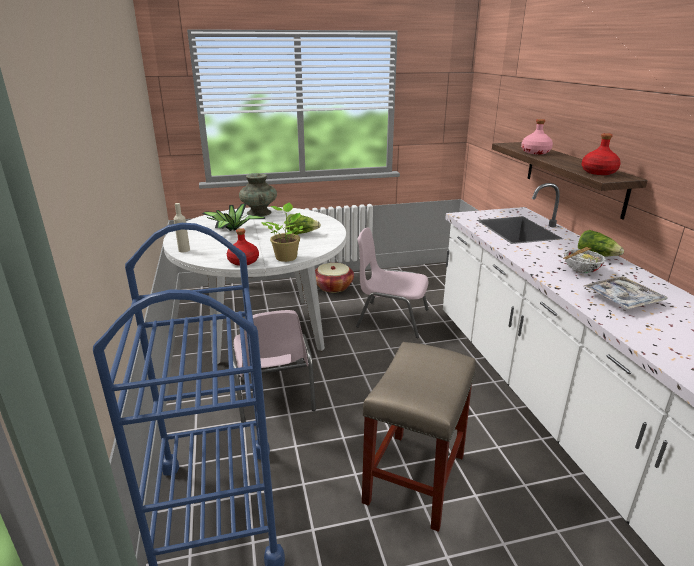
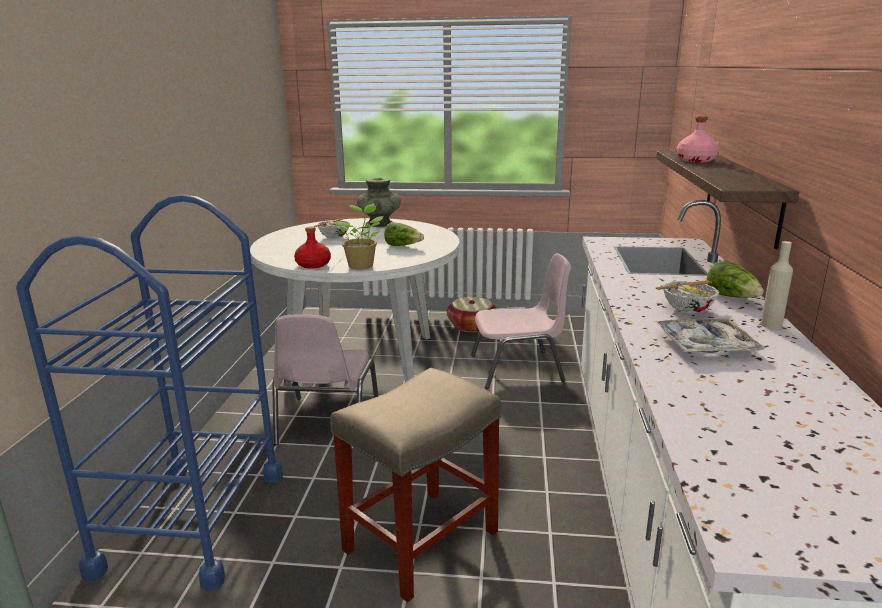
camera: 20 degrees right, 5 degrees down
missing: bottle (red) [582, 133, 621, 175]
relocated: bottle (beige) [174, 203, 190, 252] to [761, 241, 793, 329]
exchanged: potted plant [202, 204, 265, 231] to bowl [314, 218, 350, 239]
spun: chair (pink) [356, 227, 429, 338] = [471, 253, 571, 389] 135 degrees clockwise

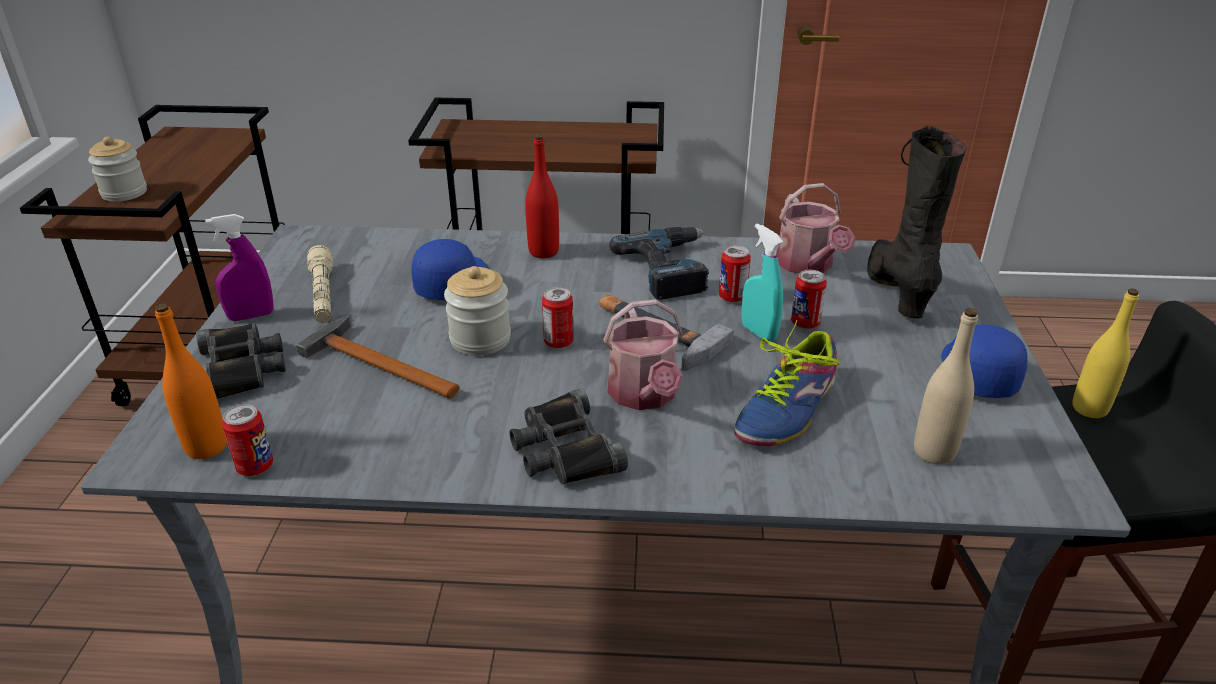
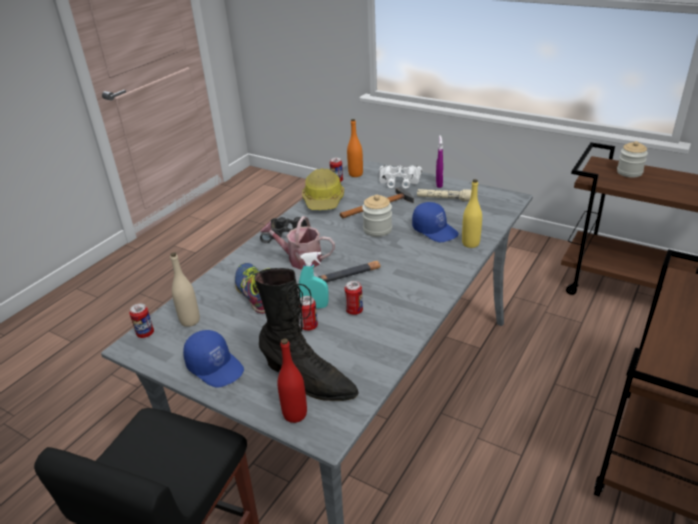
camera: 120 degrees right, 0 degrees up
missing: watering can [776, 183, 855, 274]; power drill [609, 227, 709, 300]
appeared: hard hat [302, 168, 344, 210]
relocated: bottle (red) [525, 135, 559, 258] to [277, 338, 307, 423]; can [542, 287, 574, 348] to [129, 304, 154, 338]; bottle (yellow) [1073, 289, 1139, 418] to [462, 179, 482, 248]
colour: binoculars (black) [196, 323, 286, 399] to binoculars (white) [379, 165, 422, 189]

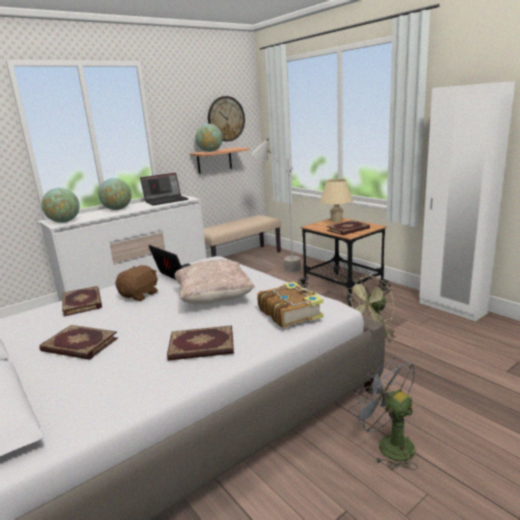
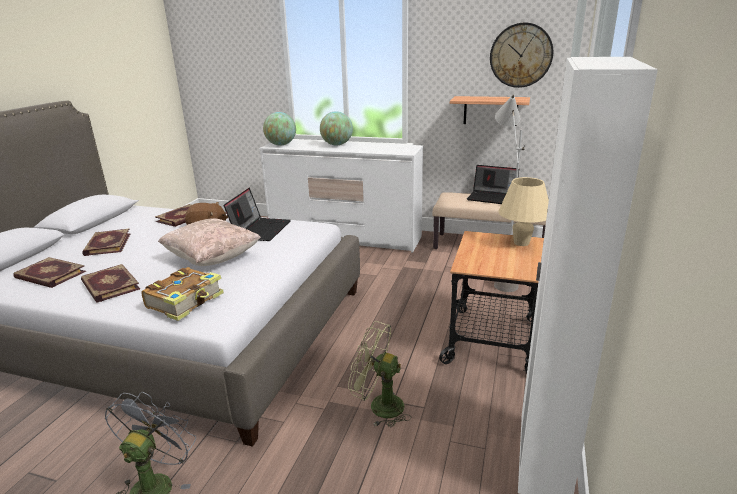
camera: 55 degrees right, 5 degrees up
missing: globe [195, 124, 223, 152]
relocated: laptop [140, 173, 189, 205] to [467, 165, 519, 204]; book [326, 220, 370, 235] to [14, 257, 86, 288]

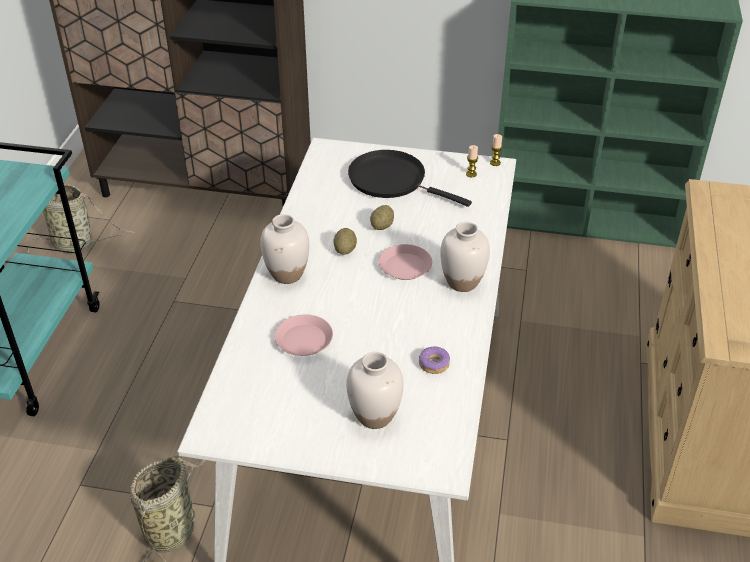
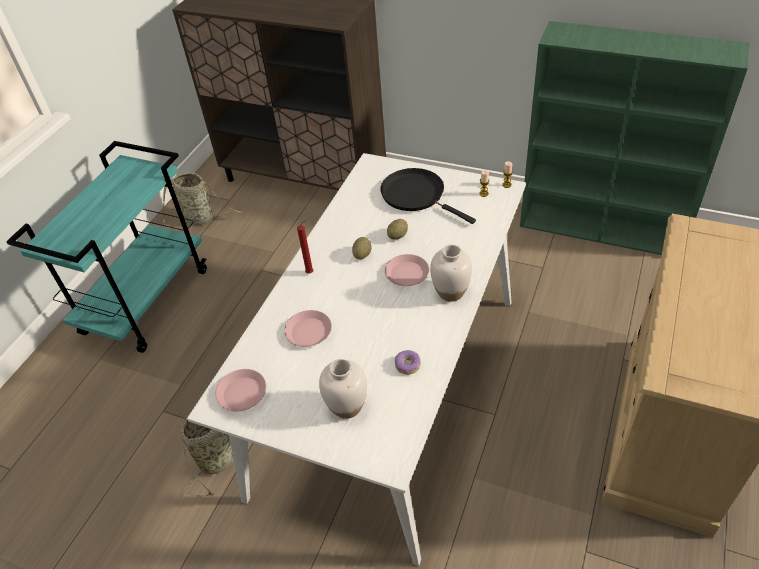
camera: 15 degrees right, 5 degrees up
appeared: plate (pink) [215, 369, 266, 411]
exchanged: vase (white) [260, 214, 309, 284] to candle (red) [297, 220, 314, 274]

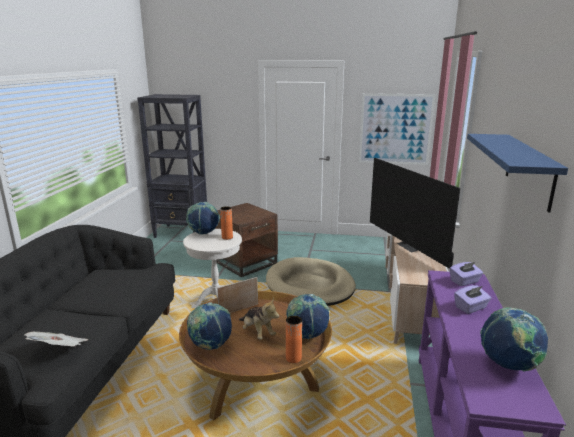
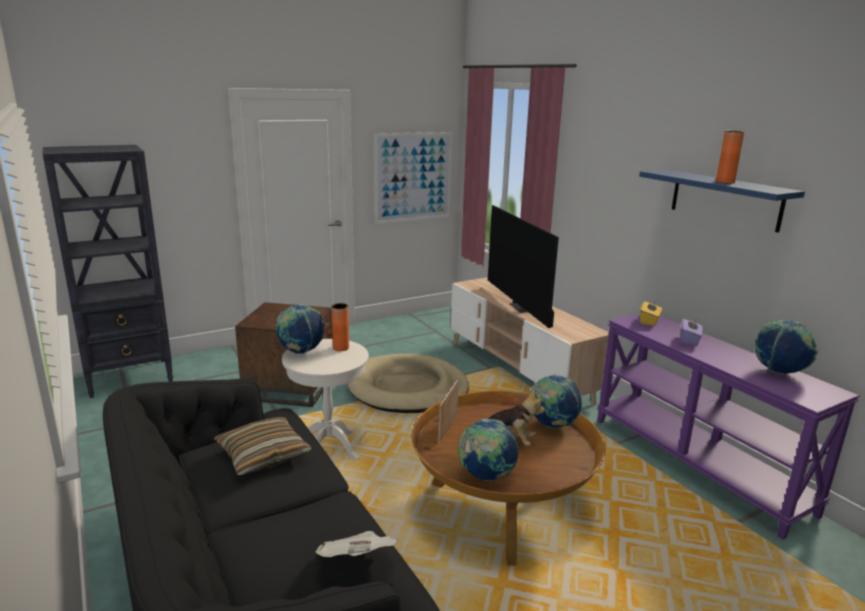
camera: 40 degrees left, 0 degrees up
appeared: pillow [214, 417, 312, 475]
relocated: vase (orange) [286, 316, 302, 363] to [716, 131, 744, 184]
colour: tissue box (purple) [450, 262, 483, 286] to tissue box (yellow) [640, 301, 662, 326]
spun: television [370, 158, 460, 268] = [488, 205, 559, 328] 45 degrees clockwise

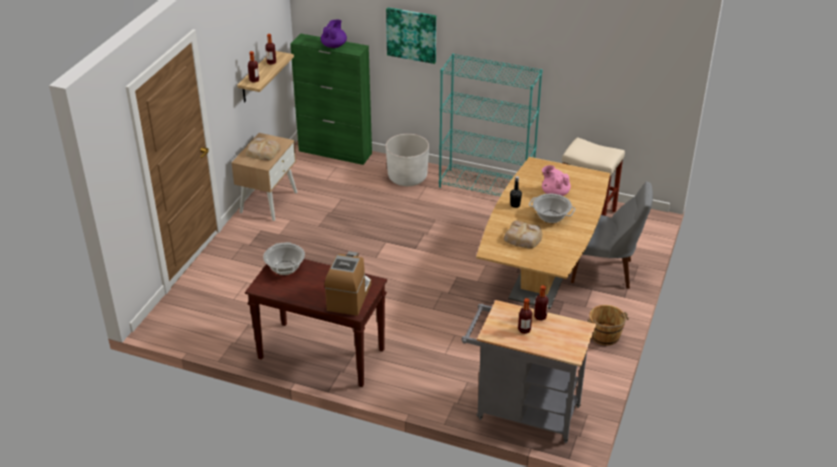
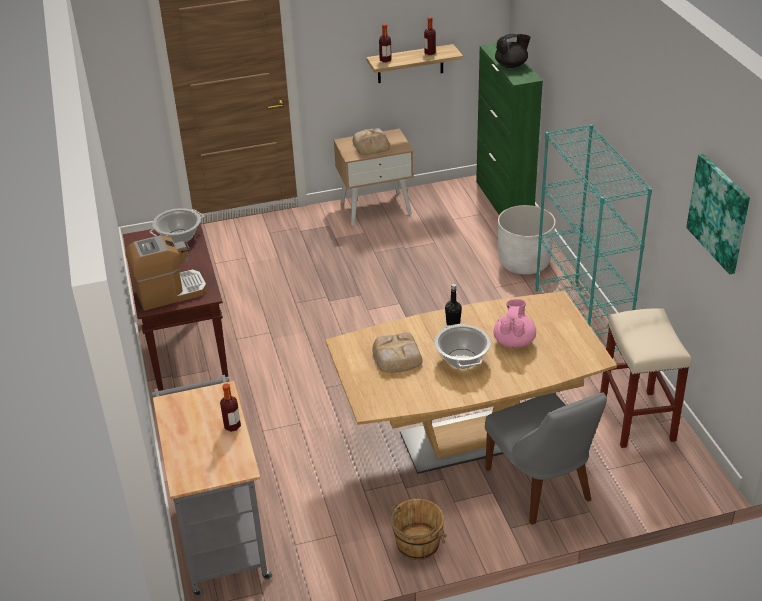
camera: 55 degrees right, 0 degrees up
missing: bottle [518, 298, 532, 334]
relocated: picture [386, 7, 436, 64] to [686, 154, 750, 274]
colour: teapot (purple) [321, 20, 347, 48] to teapot (black) [495, 34, 531, 68]

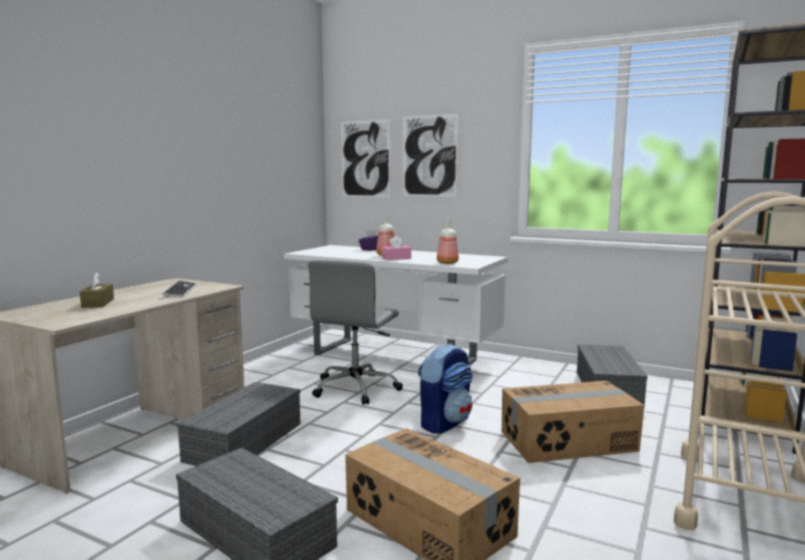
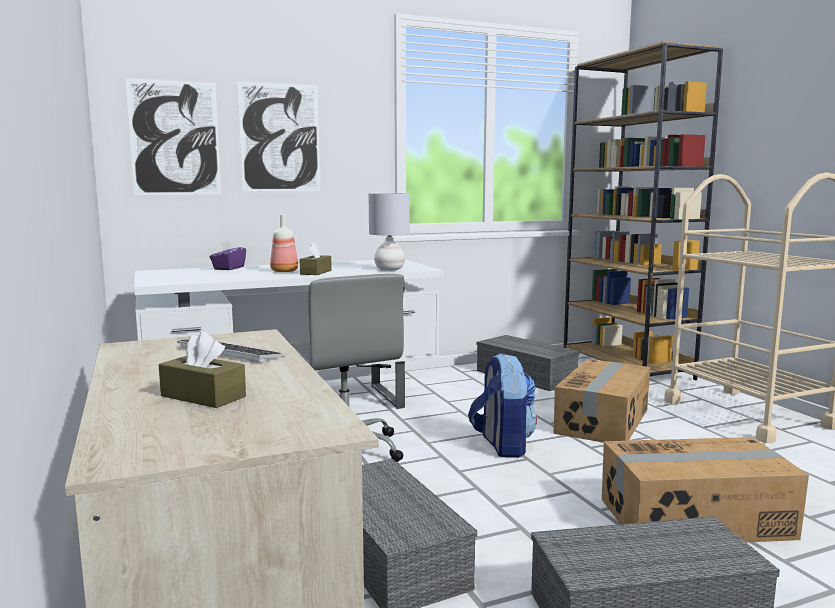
camera: 50 degrees left, 0 degrees up
exchanged: bottle [437, 218, 459, 264] to table lamp (grey) [368, 193, 410, 271]
colour: tissue box (pink) [382, 236, 411, 260] to tissue box (brown) [300, 243, 332, 275]

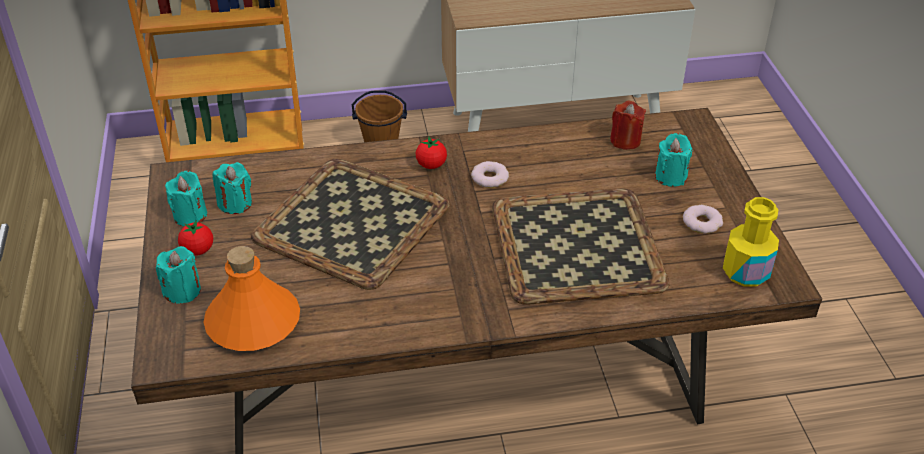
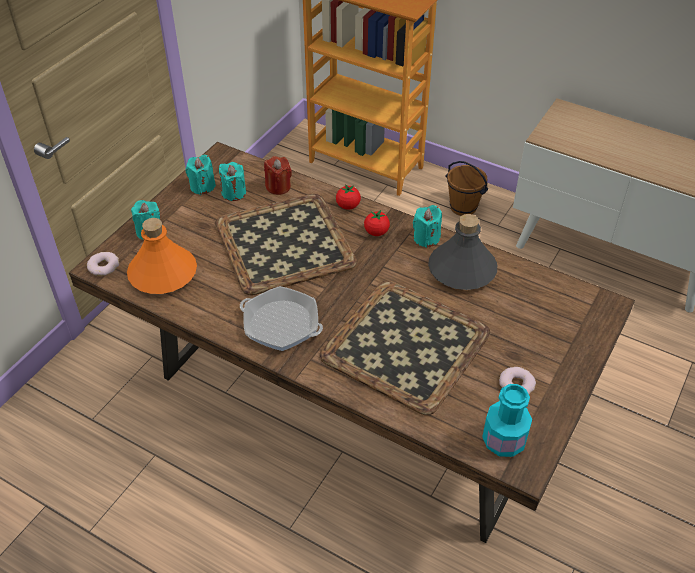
camera: 40 degrees right, 5 degrees up
appeared: bottle (grey) [428, 214, 497, 290]; frying pan [240, 286, 323, 351]
relocated: candle (red) [610, 101, 646, 150] to [264, 156, 292, 195]; candle (turquoise) [655, 133, 692, 187] to [413, 205, 442, 248]; donut [471, 161, 509, 188] to [87, 252, 119, 276]; tomato [178, 220, 213, 256] to [336, 184, 361, 210]
colour: bottle (yellow) [723, 197, 779, 287] to bottle (turquoise) [482, 384, 532, 457]

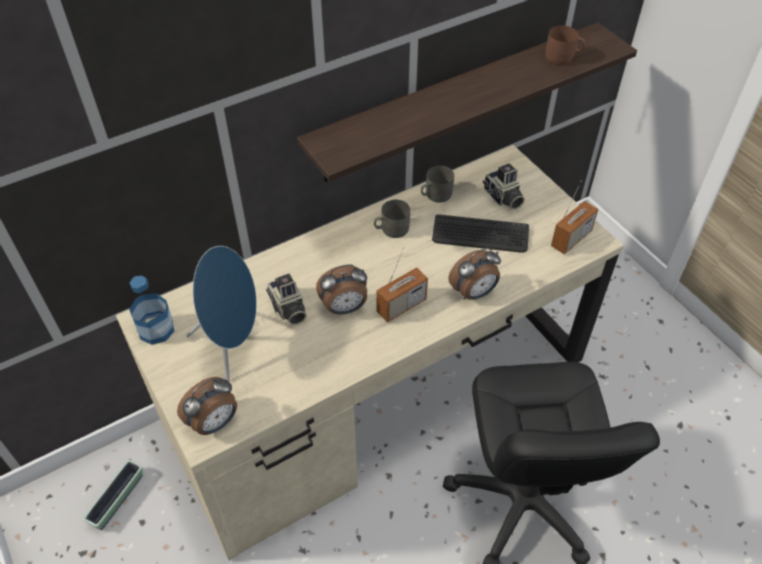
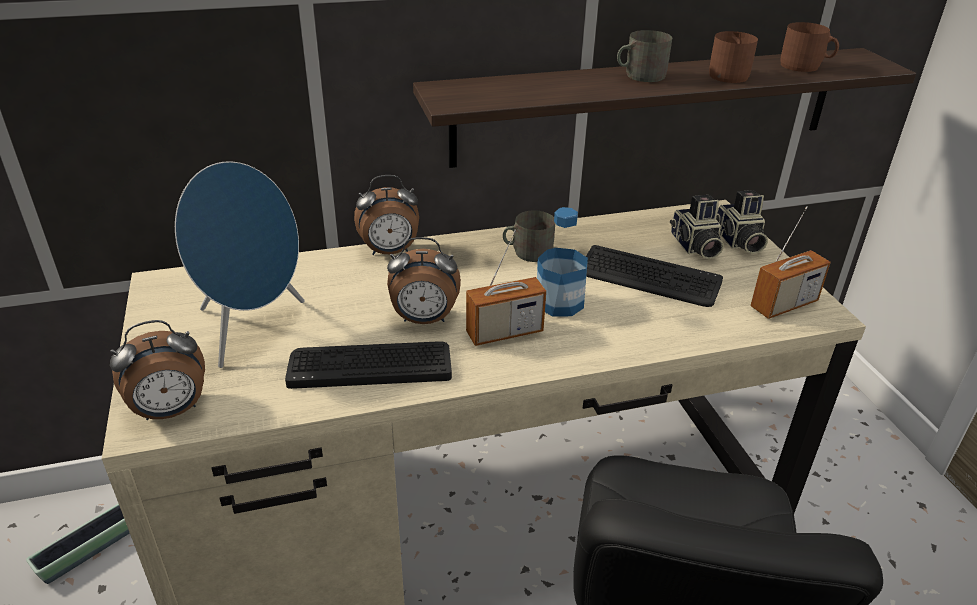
camera: 15 degrees right, 15 degrees down
appeared: mug (brown) [709, 31, 758, 83]; keyboard [285, 341, 452, 389]
relocated: mug (grey) [421, 165, 454, 203] to [617, 30, 672, 82]; alarm clock [448, 248, 501, 300] to [354, 175, 419, 255]; photo camera [266, 274, 307, 325] to [716, 190, 768, 254]; bottle [129, 276, 174, 345] to [537, 207, 588, 316]

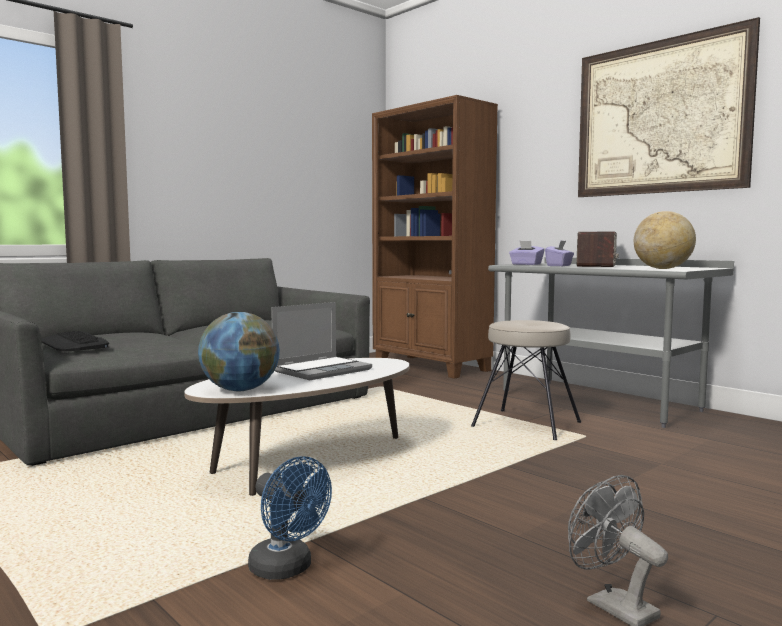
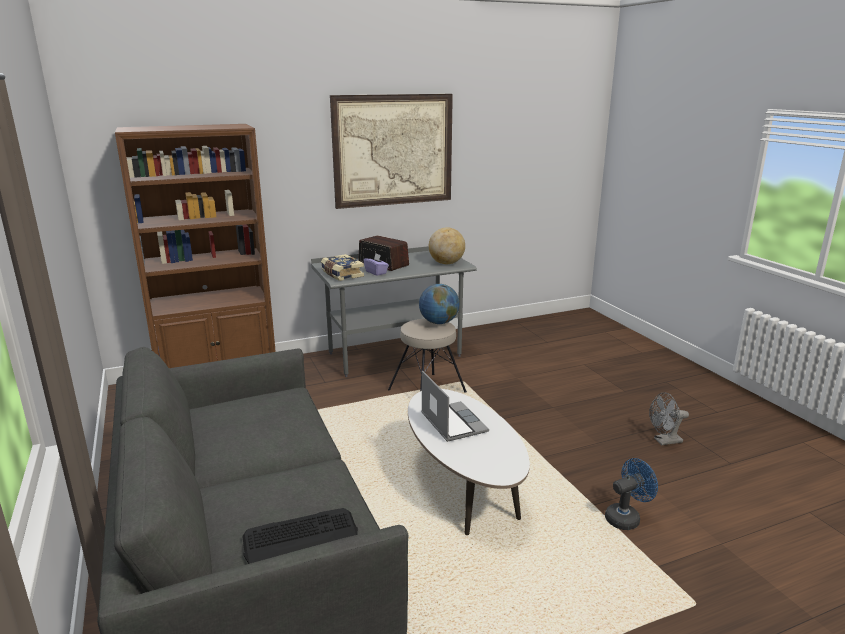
camera: 70 degrees left, 15 degrees up
relocated: globe [198, 312, 280, 391] to [419, 284, 460, 324]
exchanged: tissue box (purple) [509, 241, 544, 265] to book [321, 254, 364, 281]

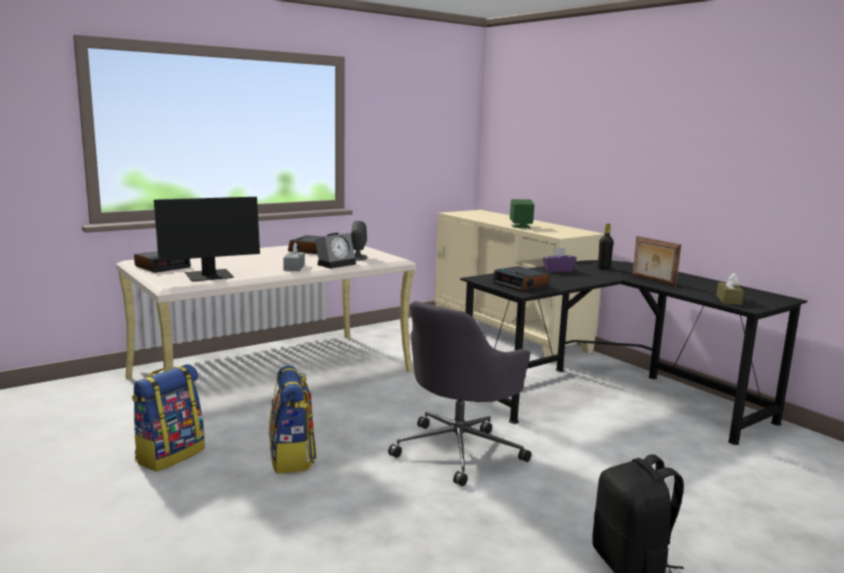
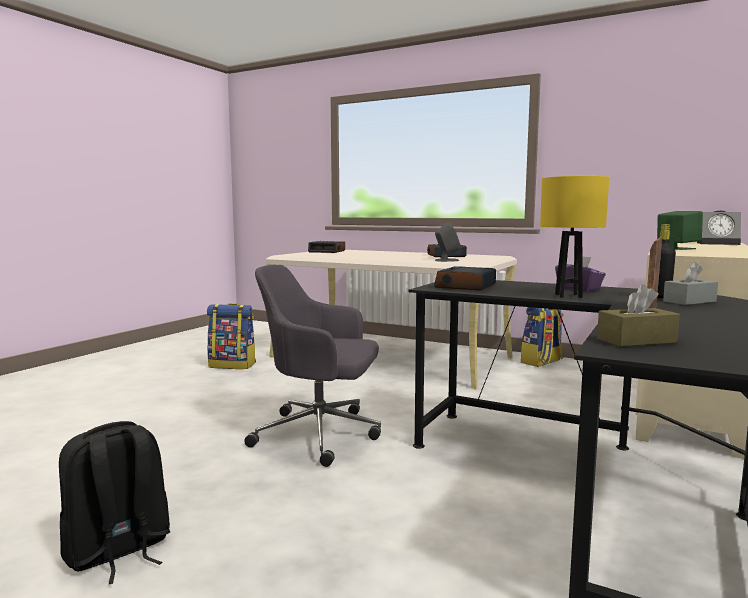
camera: 65 degrees right, 5 degrees down
missing: monitor [154, 197, 260, 281]
appeared: table lamp (yellow) [540, 176, 609, 298]
relocated: alarm clock [315, 233, 356, 269] to [697, 211, 741, 245]; tissue box (grey) [283, 243, 305, 271] to [663, 262, 718, 305]; backpack [269, 366, 317, 474] to [521, 307, 563, 367]

